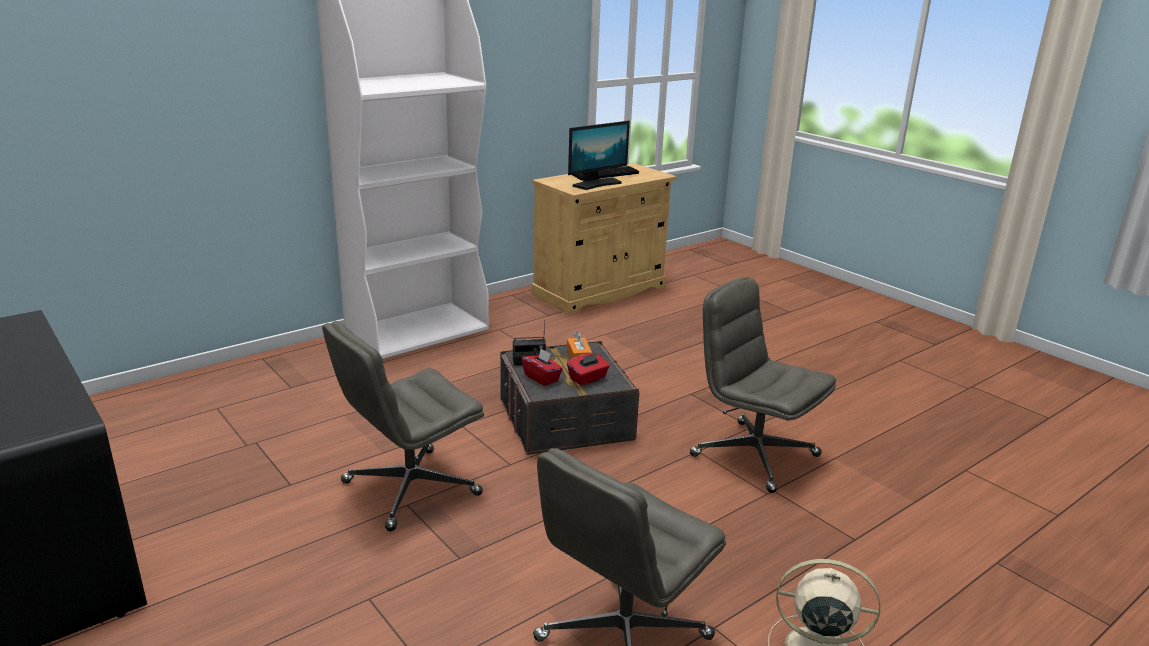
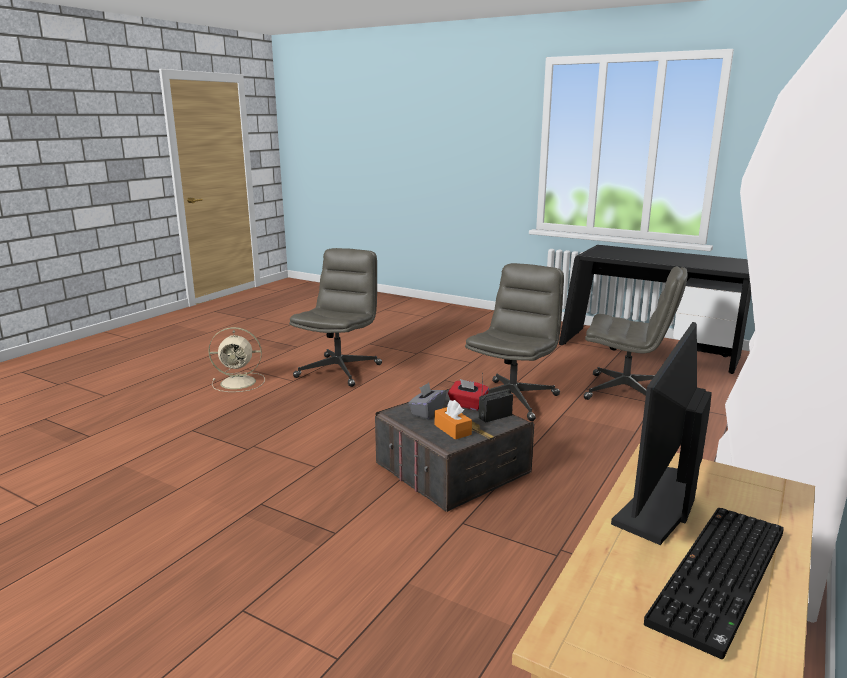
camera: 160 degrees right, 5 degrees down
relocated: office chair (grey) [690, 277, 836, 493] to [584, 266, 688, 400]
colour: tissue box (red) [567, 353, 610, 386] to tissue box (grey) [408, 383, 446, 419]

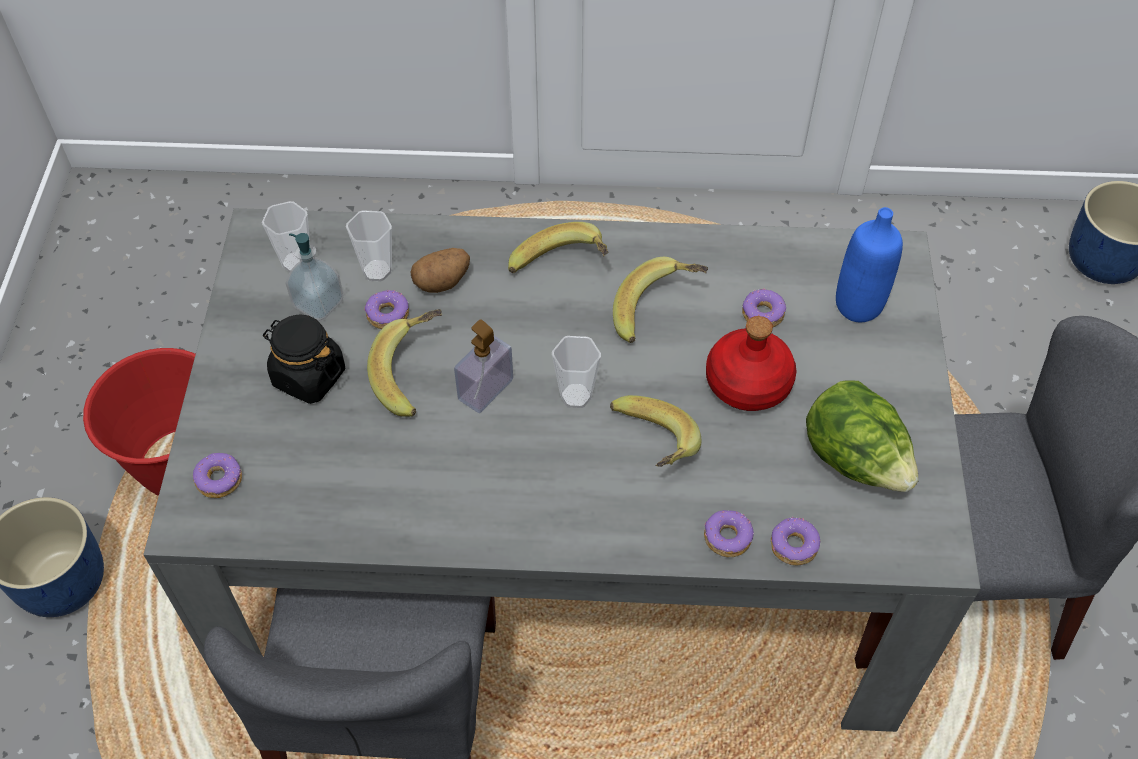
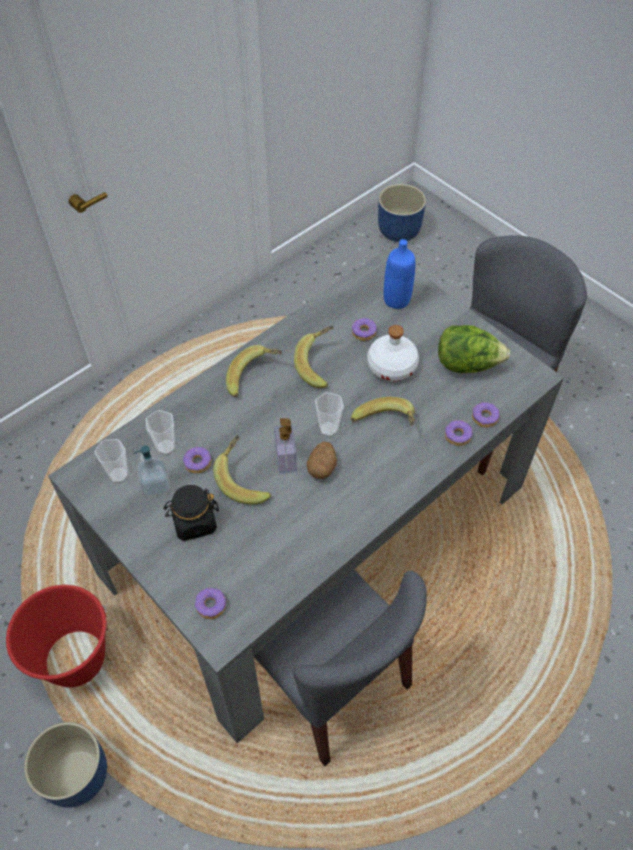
camera: 45 degrees left, 0 degrees up
relocated: potato [411, 248, 470, 293] to [307, 442, 337, 479]
colour: bottle (red) [706, 316, 797, 411] to bottle (white) [367, 325, 419, 381]

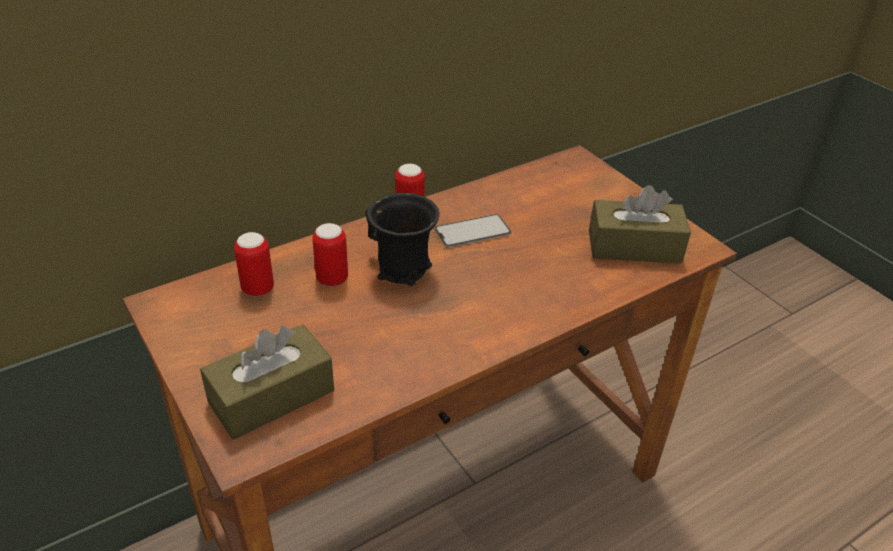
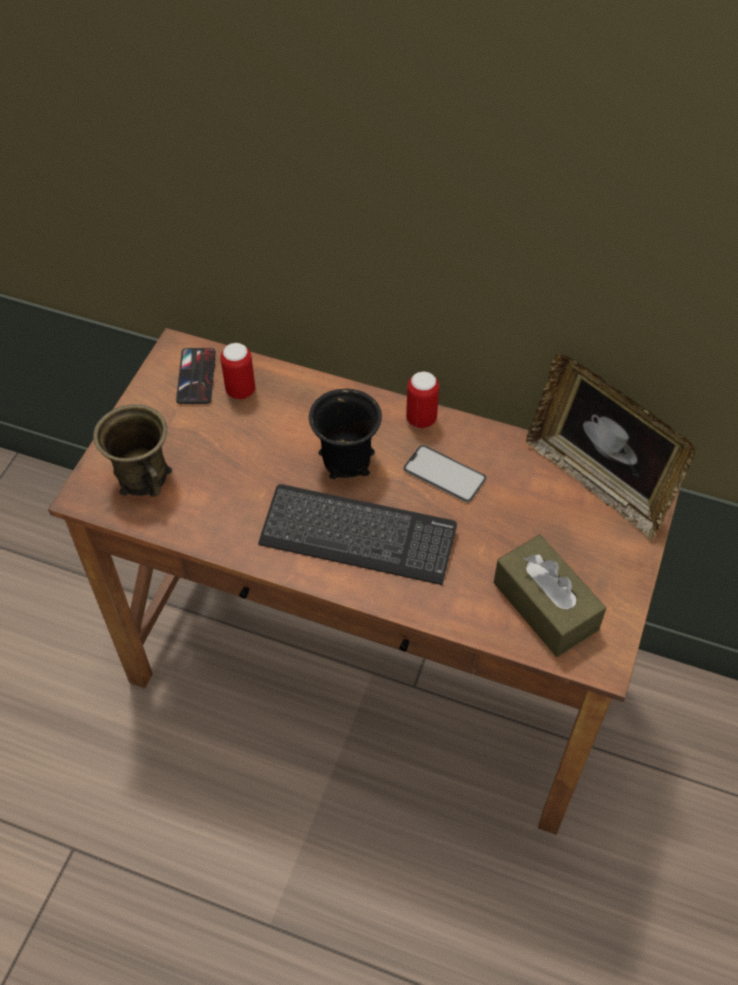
camera: 55 degrees right, 15 degrees up
missing: can [312, 223, 348, 287]
appeared: phone [176, 348, 216, 404]; picture frame [526, 353, 695, 540]; keyboard [258, 484, 457, 585]
exchanged: tissue box (brown) [200, 324, 334, 440] to mug (brown) [93, 404, 172, 497]

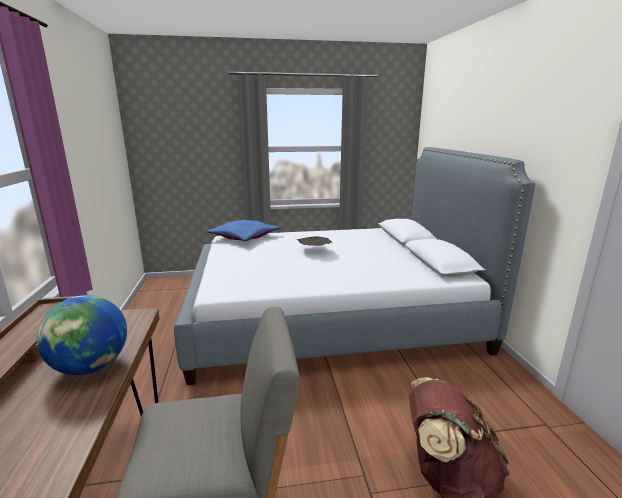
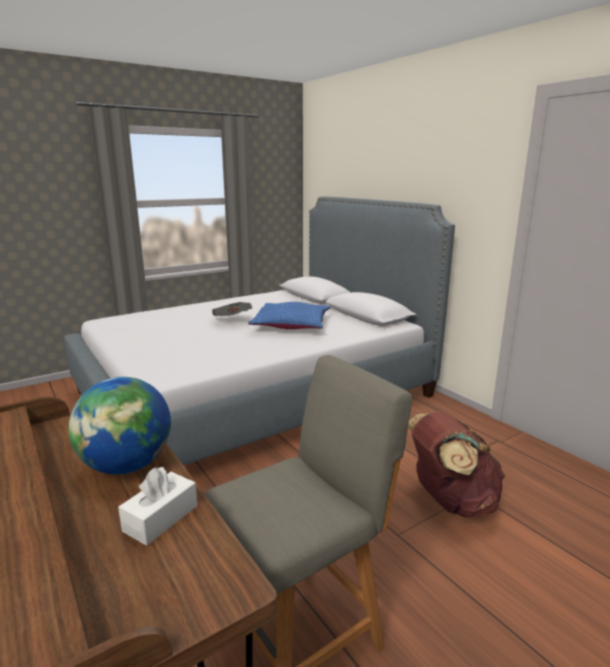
camera: 25 degrees left, 0 degrees up
appeared: tissue box (white) [118, 467, 197, 546]
relocated: pillow (blue) [206, 220, 281, 241] to [248, 302, 331, 329]

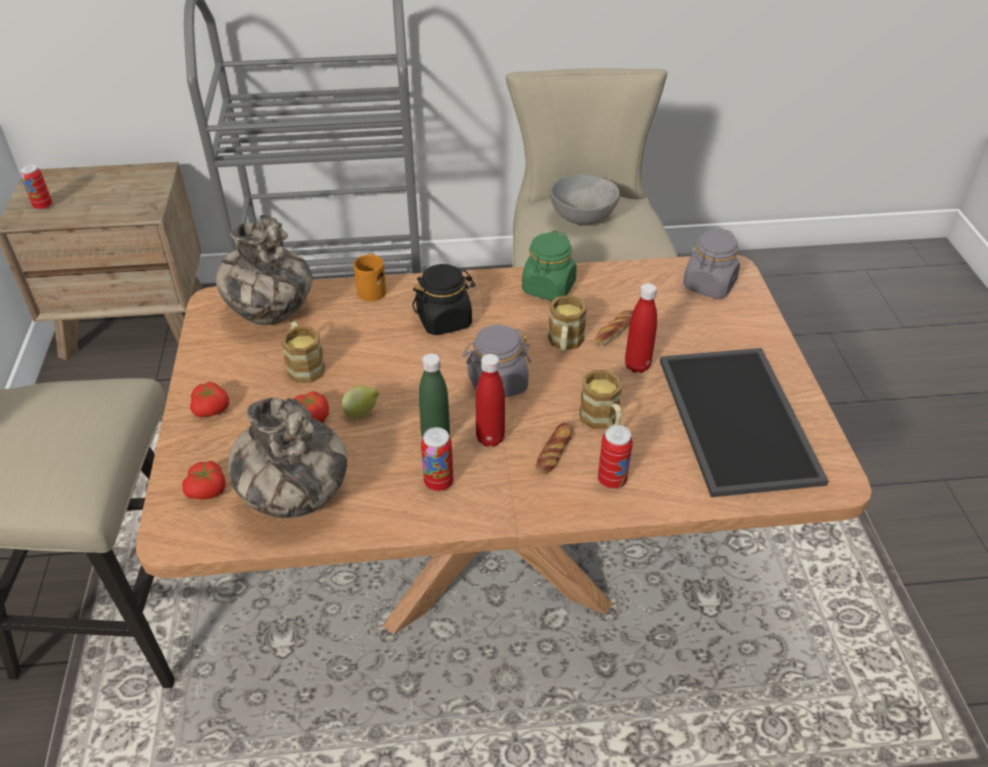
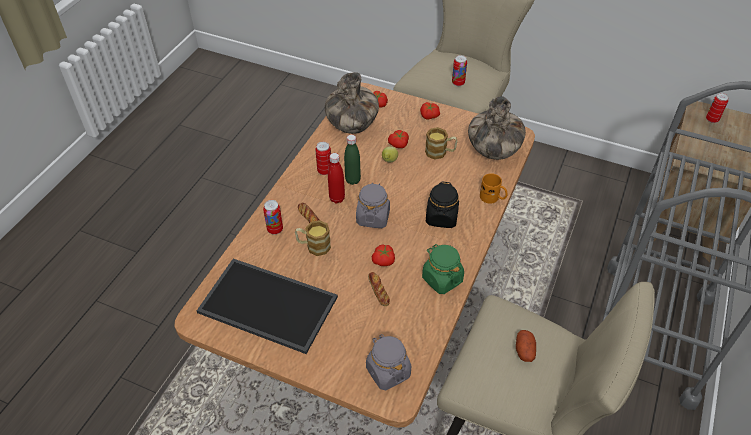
camera: 120 degrees right, 5 degrees up
missing: bottle (red) [625, 283, 657, 373]
appeared: can [452, 55, 467, 86]
exchanged: bowl (grey) [550, 174, 620, 225] to potato [516, 330, 536, 362]; mug [548, 295, 587, 353] to tomato [372, 244, 395, 266]

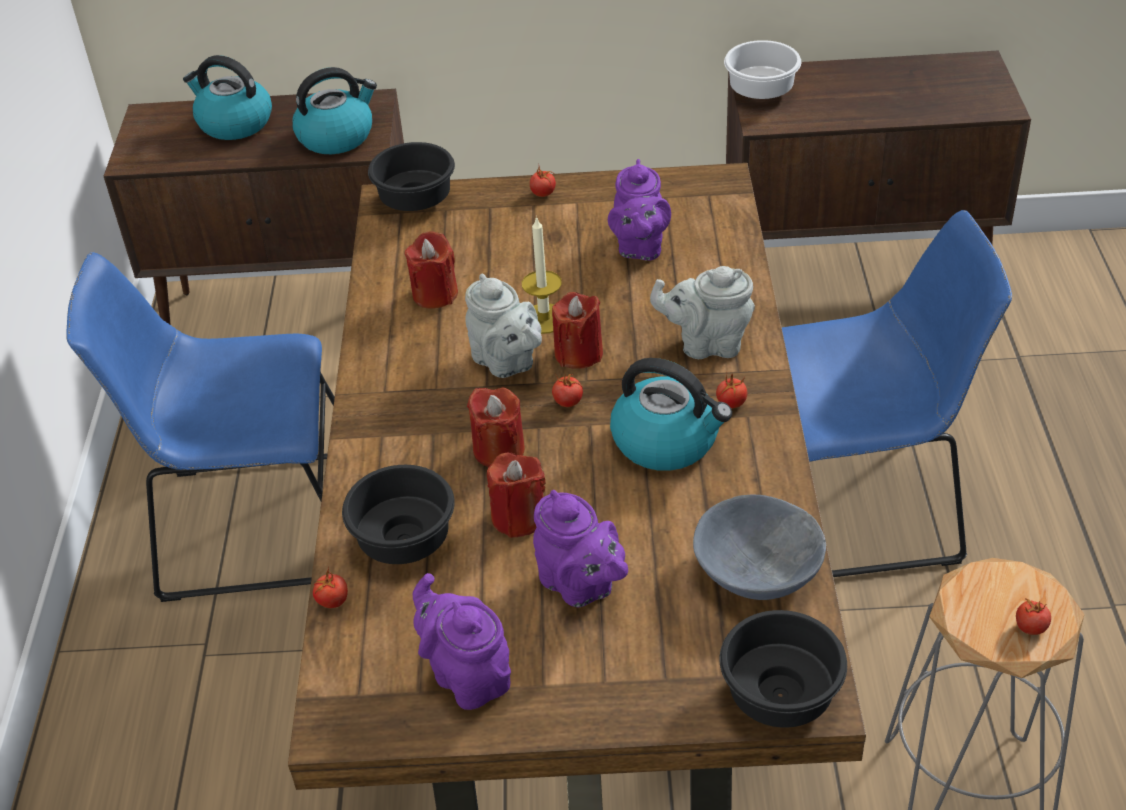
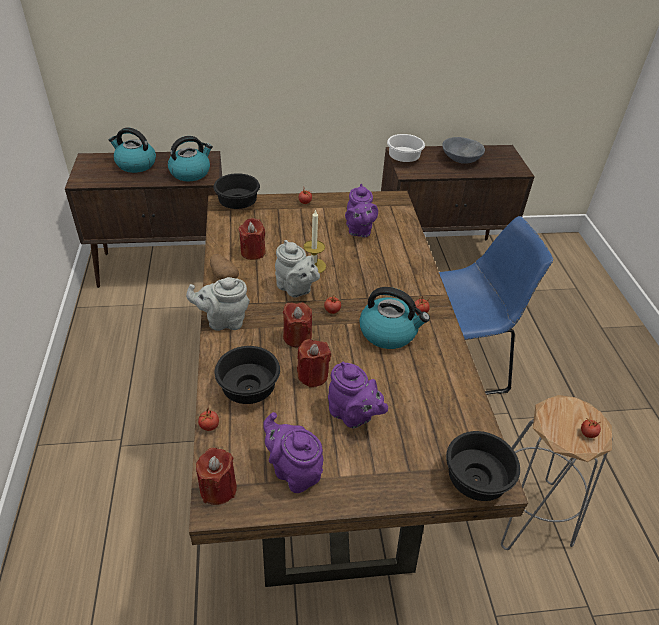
camera: 10 degrees left, 0 degrees up
missing: chair (blue) [66, 252, 335, 602]
appeared: potato [210, 254, 239, 279]
relocated: teapot (grey) [650, 266, 755, 359] to [186, 277, 250, 331]; candle (red) [552, 292, 603, 369] to [196, 448, 237, 505]; bowl (grey) [693, 495, 826, 600] to [442, 137, 485, 164]

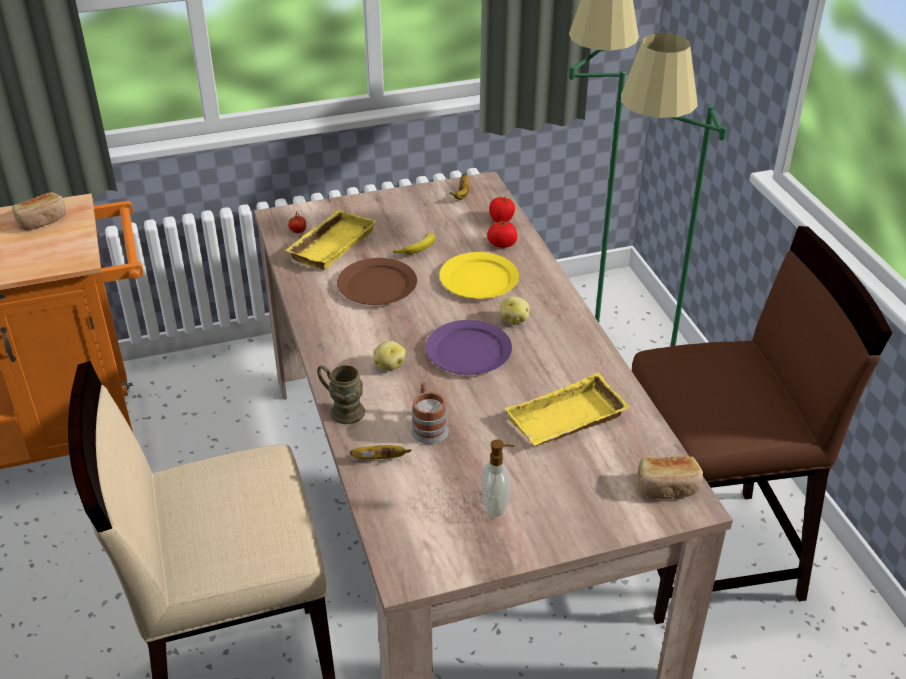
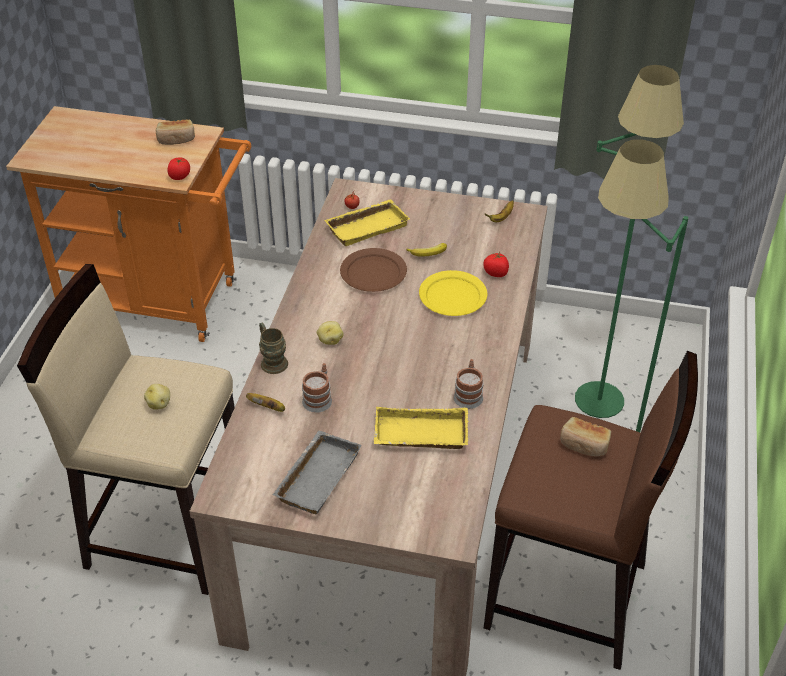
camera: 30 degrees right, 5 degrees up
missing: plate (purple) [426, 320, 512, 375]
appeared: mug [453, 359, 484, 409]
relocated: tomato [489, 196, 515, 222] to [167, 158, 190, 180]; potato [500, 296, 530, 325] to [144, 384, 170, 410]; bread [638, 456, 703, 499] to [560, 417, 611, 457]
exchanged: soap dispenser [482, 439, 514, 517] to tray (grey) [273, 430, 362, 514]

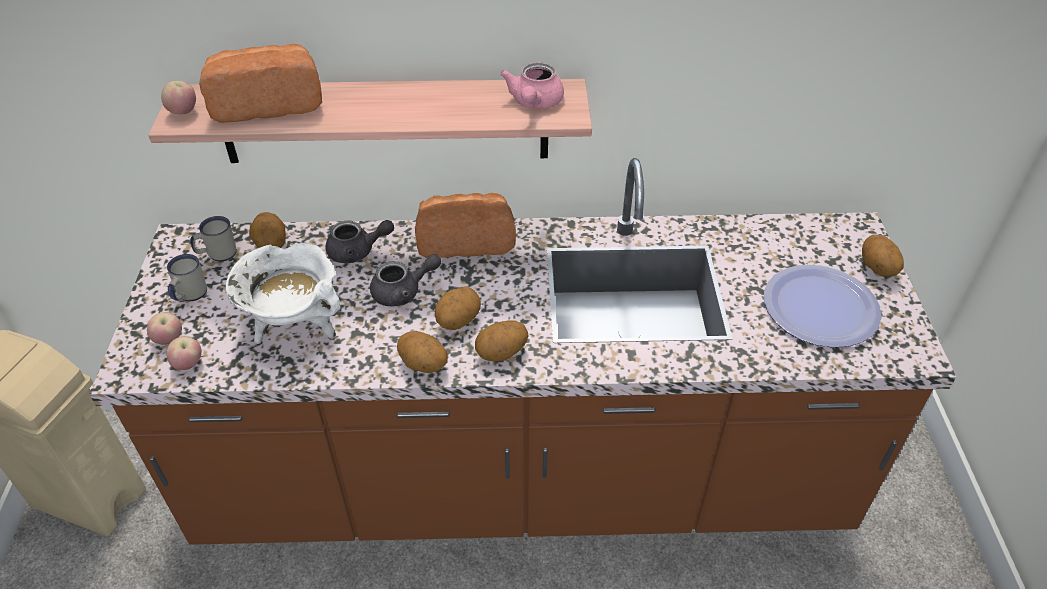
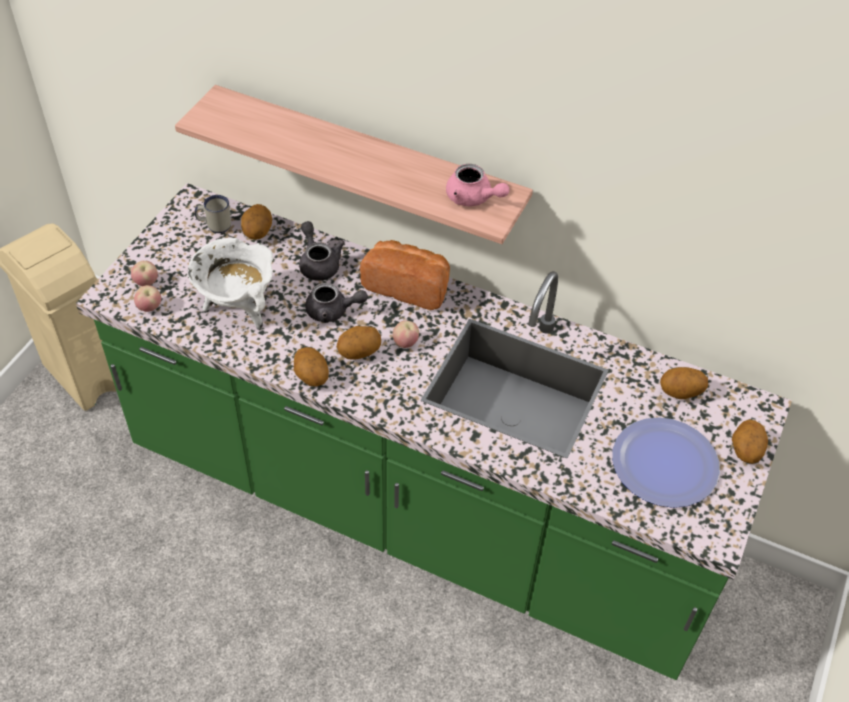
camera: 25 degrees right, 5 degrees up
missing: bread [199, 44, 322, 123]; mug (white) [167, 254, 207, 301]
relocated: apple [161, 81, 196, 114] to [393, 321, 419, 348]; potato [475, 321, 528, 361] to [660, 367, 708, 399]
colour: counter (brown) [89, 158, 956, 545] to counter (green) [76, 183, 792, 680]
spun: teapot (pink) [500, 63, 564, 109] = [446, 164, 510, 207] 90 degrees counterclockwise; teapot (grey) [326, 220, 394, 263] = [299, 221, 345, 281] 135 degrees counterclockwise

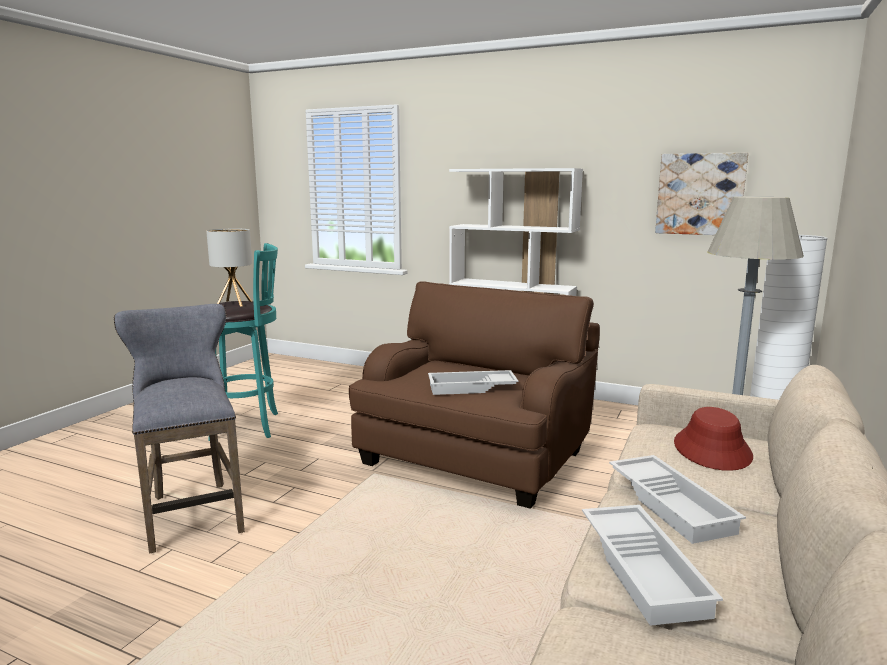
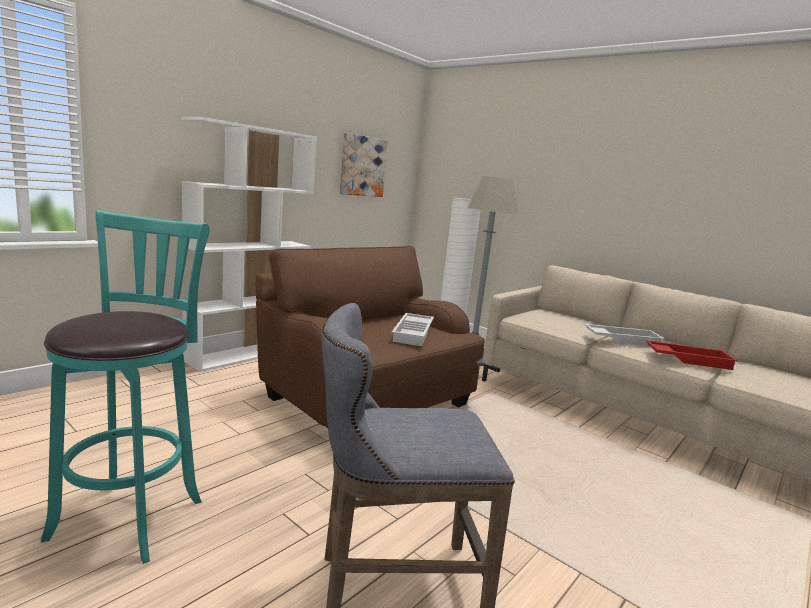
camera: 75 degrees left, 0 degrees up
missing: table lamp [206, 229, 252, 307]; hat (red) [674, 407, 753, 471]
colour: tray (white) [582, 505, 723, 626] to tray (red) [646, 340, 738, 370]

